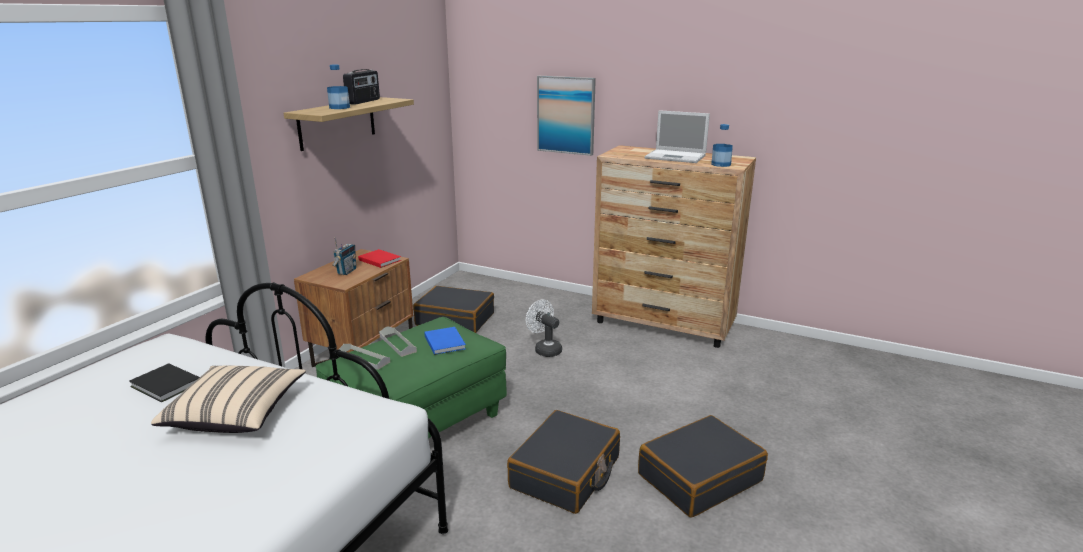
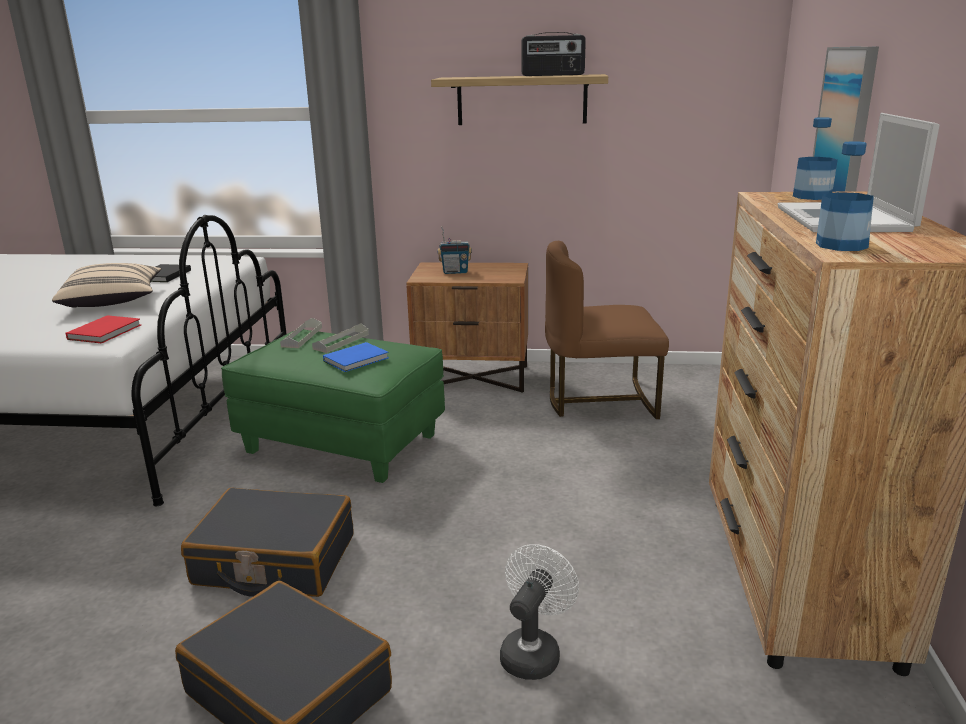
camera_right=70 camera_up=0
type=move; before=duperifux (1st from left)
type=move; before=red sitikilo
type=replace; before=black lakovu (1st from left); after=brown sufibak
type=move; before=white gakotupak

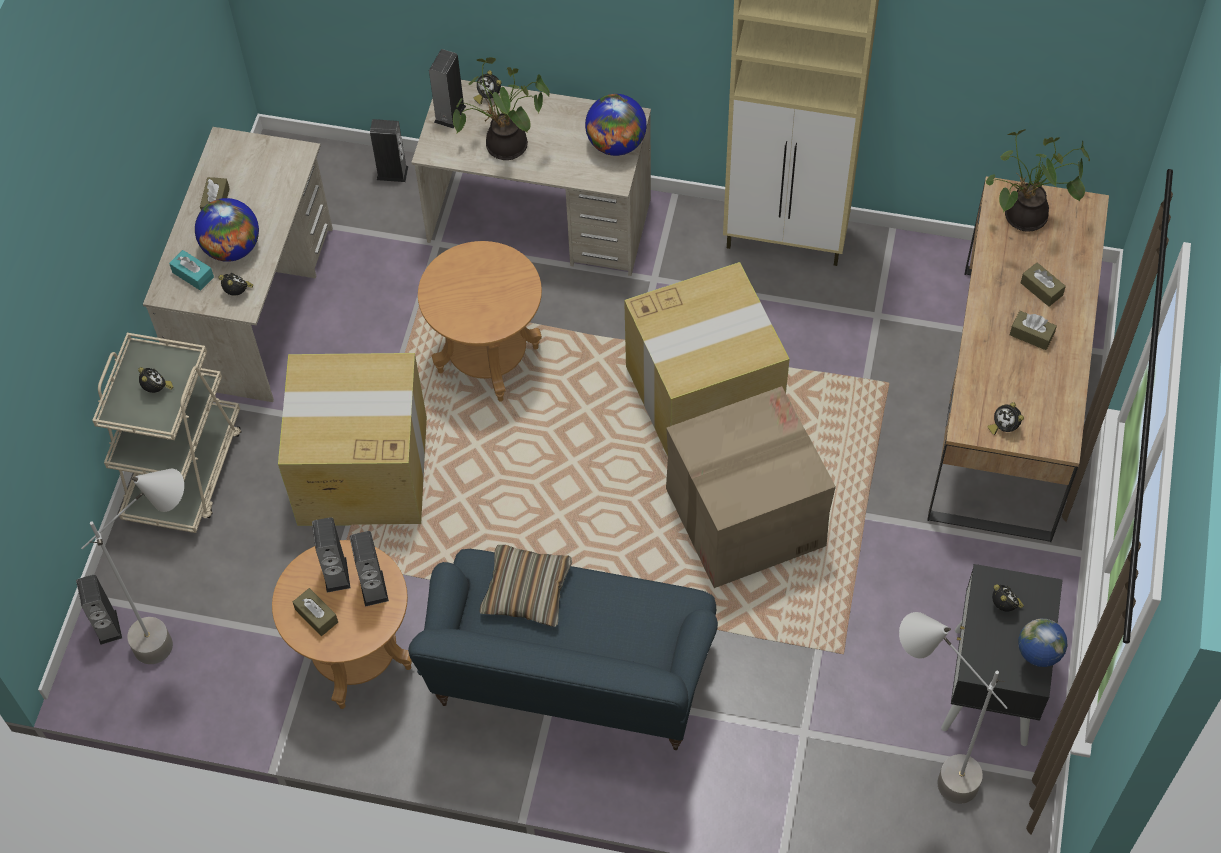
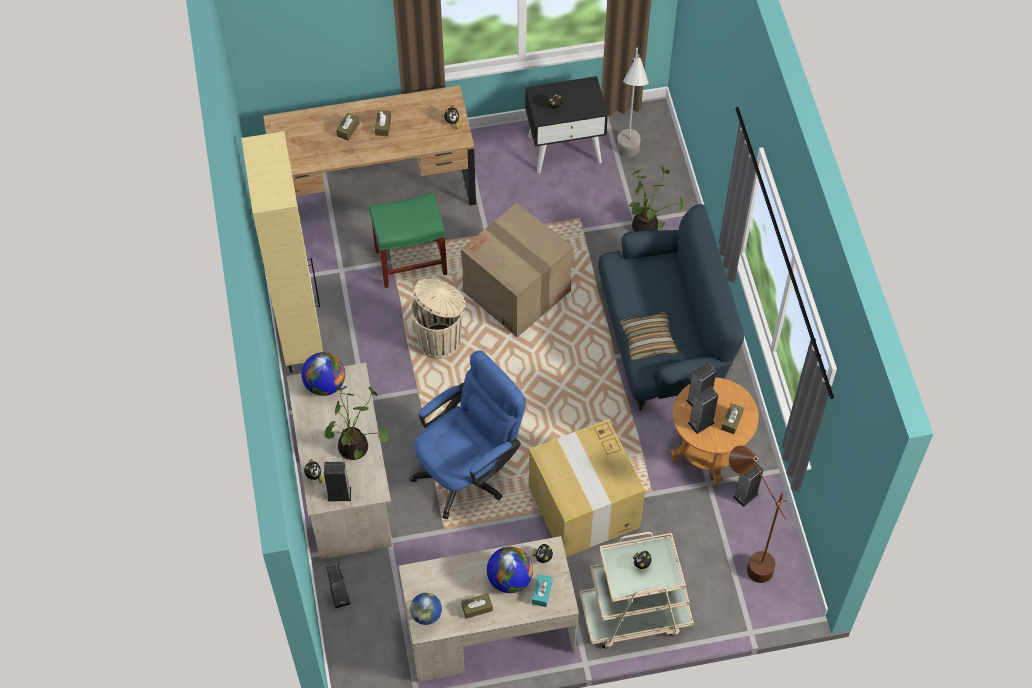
camera_right=-115 camera_up=0
type=move; before=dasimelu (1st from left in the first image); after=dasimelu (5th from left)
type=recolor; before=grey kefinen (1st from left); after=brown kefinen
type=replace; before=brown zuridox (2nd from left); after=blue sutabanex
type=replace; before=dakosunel (2nd from left); after=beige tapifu
type=move; before=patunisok (2nd from left)
type=move; before=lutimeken (3rd from left in the first image); after=lutimeken (2nd from left)
type=insert; after=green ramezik

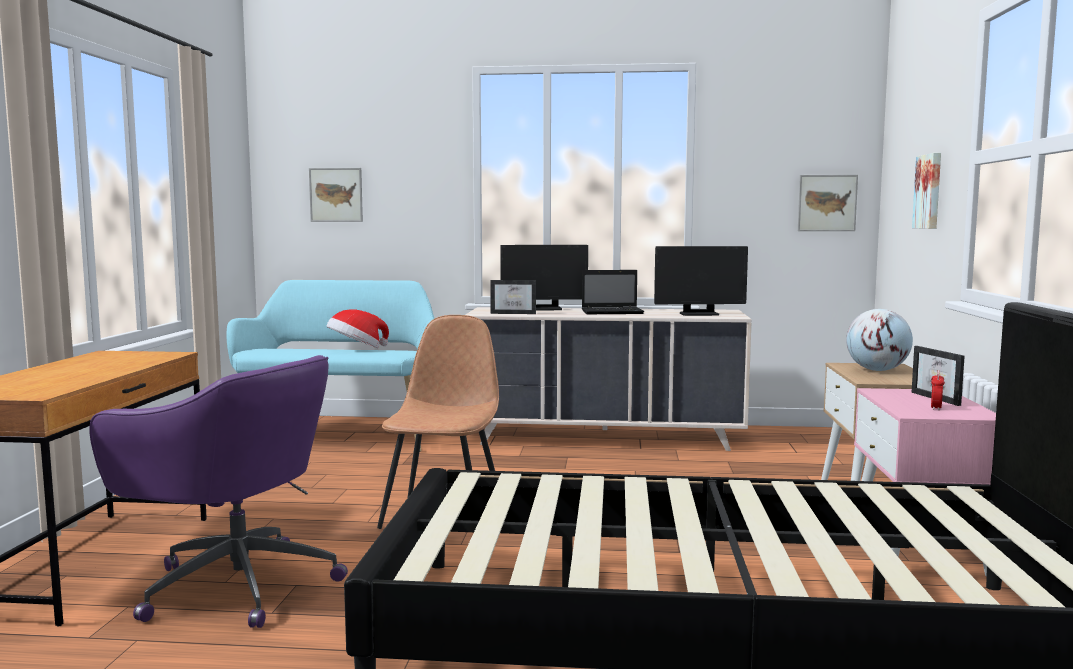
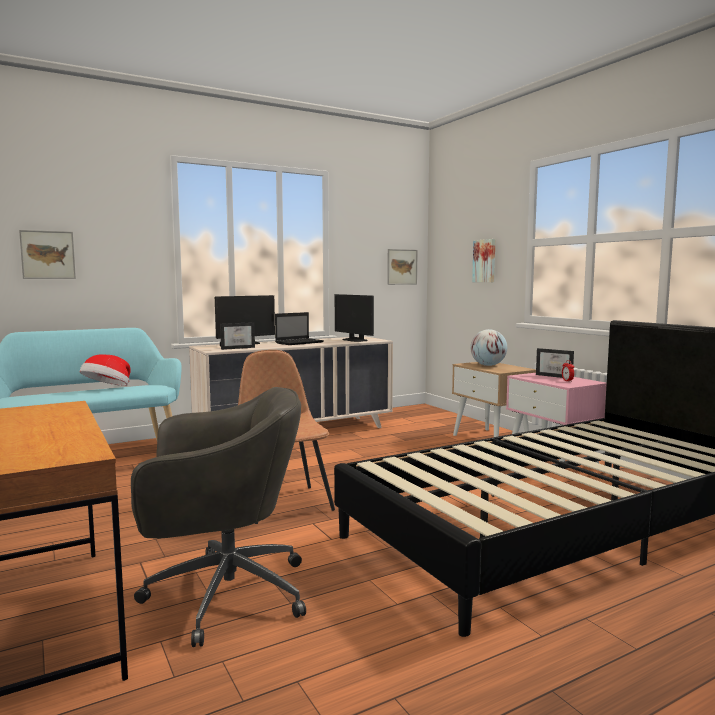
camera_right=-35 camera_up=0
type=recolor; before=purple sutabanex; after=grey sutabanex
type=rotate; before=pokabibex (2nd from left); turn=90

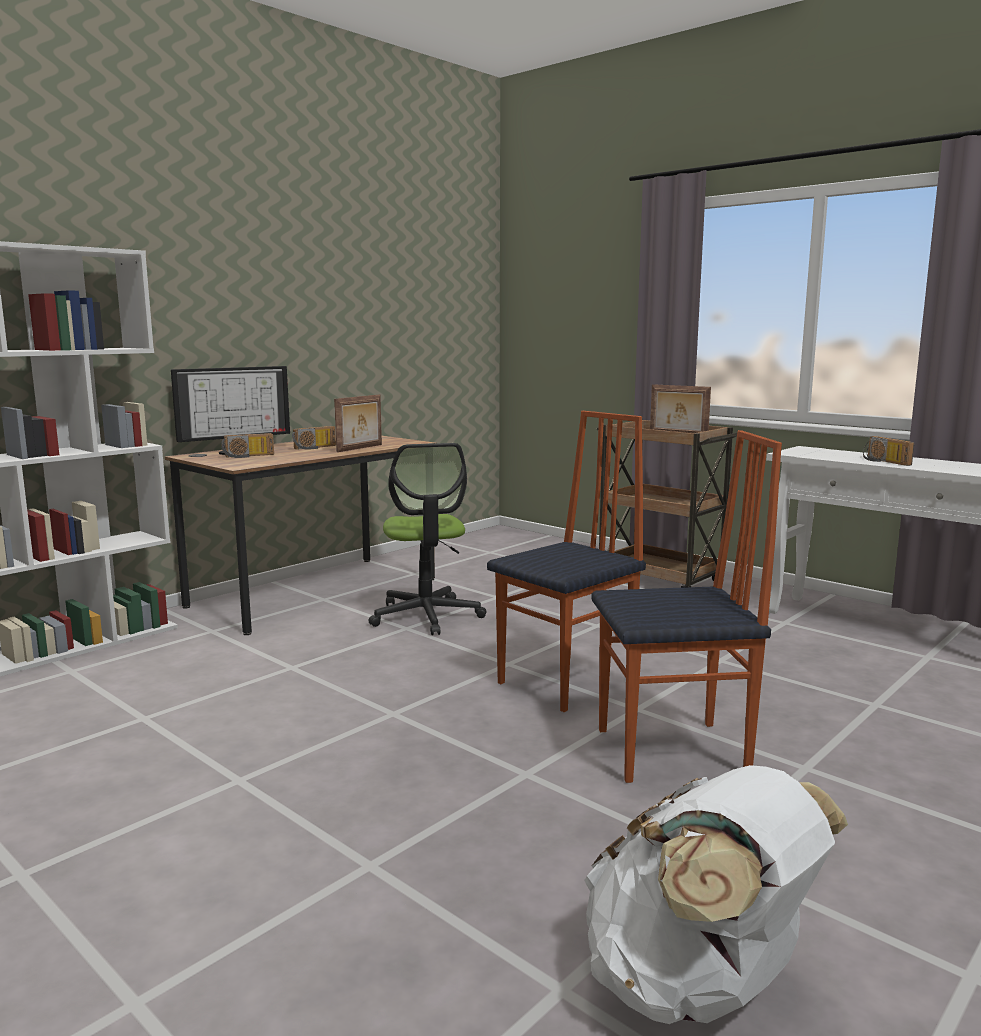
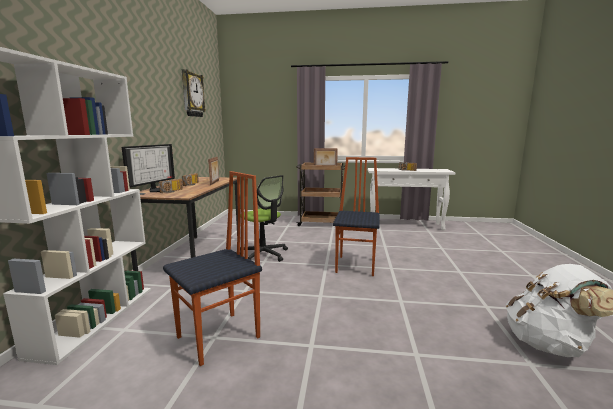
camera_right=-35 camera_up=0
type=move; before=sufibak (2nd from left in the first image); after=sufibak (1st from left)
type=insert; after=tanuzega

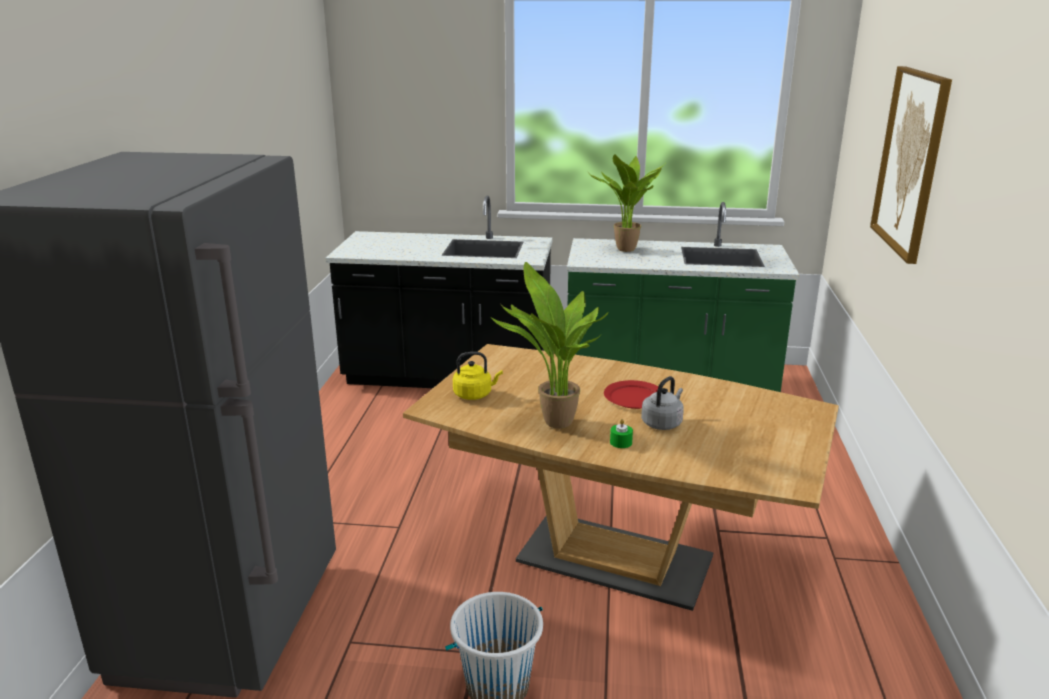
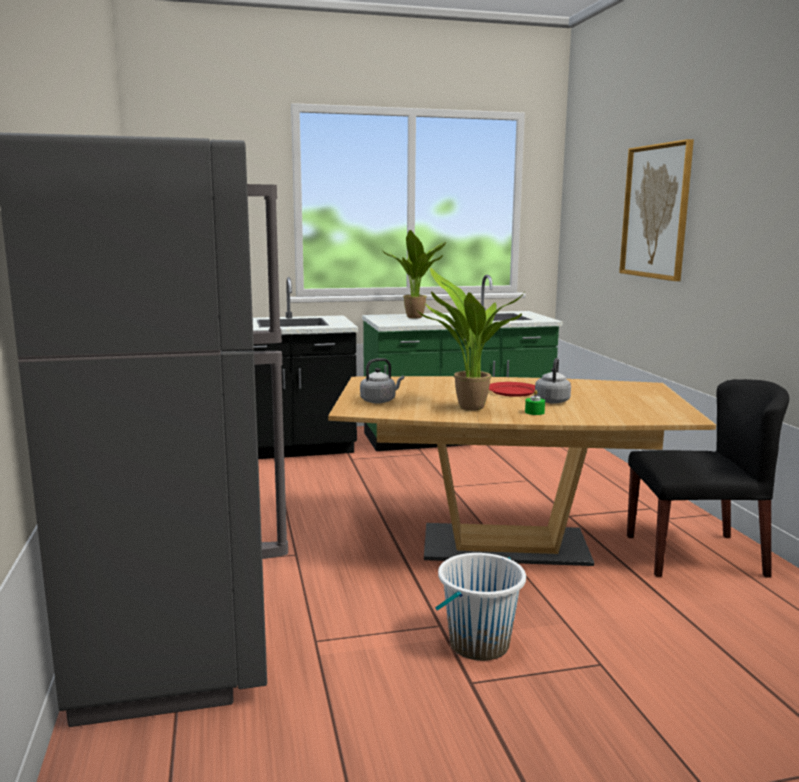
camera_right=-20 camera_up=-10
type=recolor; before=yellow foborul; after=grey foborul (1st from left)
type=insert; after=black sufibak

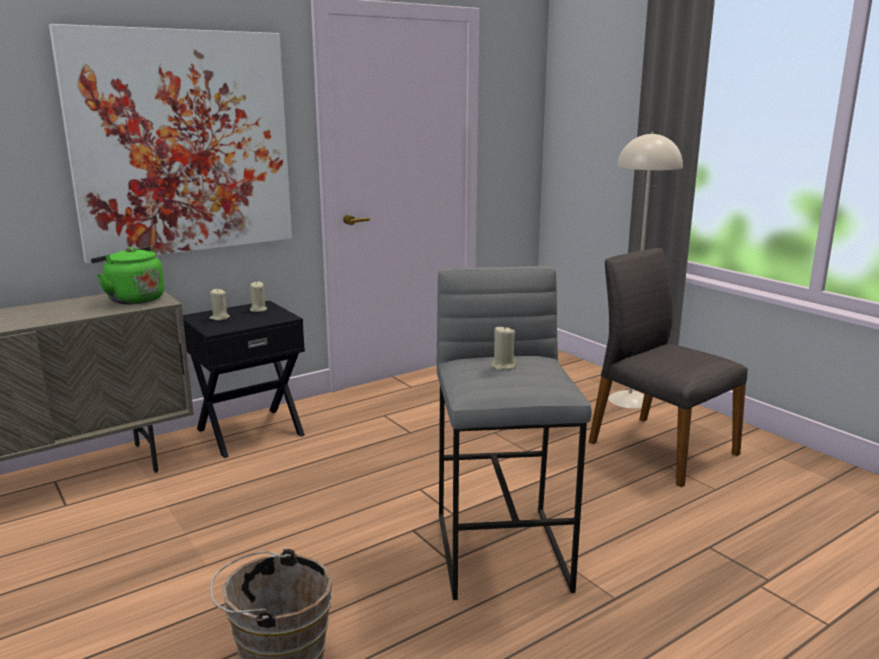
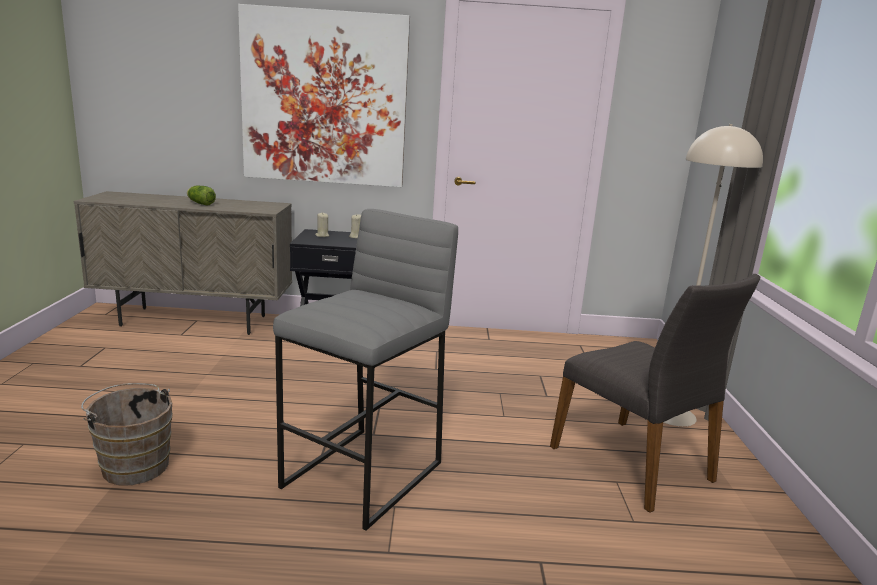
camera_right=35 camera_up=0
type=delete; before=green foborul
type=delete; before=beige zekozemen (3rd from left)
type=rotate; before=grey sufibak; turn=150
type=insert; after=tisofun

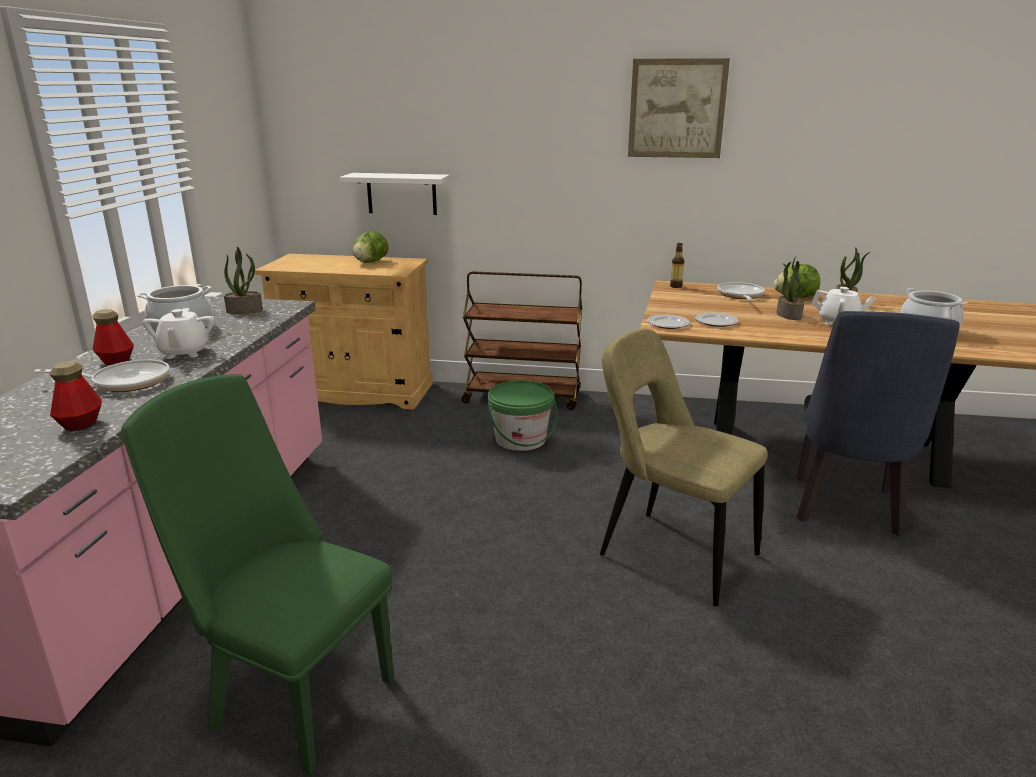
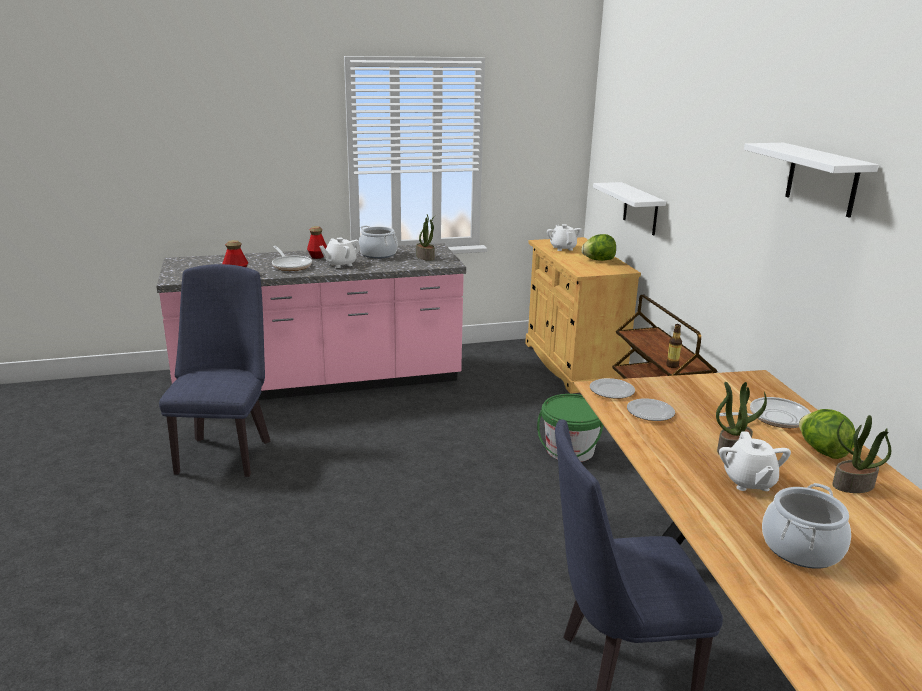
camera_right=65 camera_up=0
type=recolor; before=green sufibak; after=blue sufibak (1st from left)
type=delete; before=beige sufibak
type=replace; before=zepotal; after=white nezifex (2nd from left)
type=move; before=duperifux (3rd from left)
type=insert; after=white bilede (2nd from left)

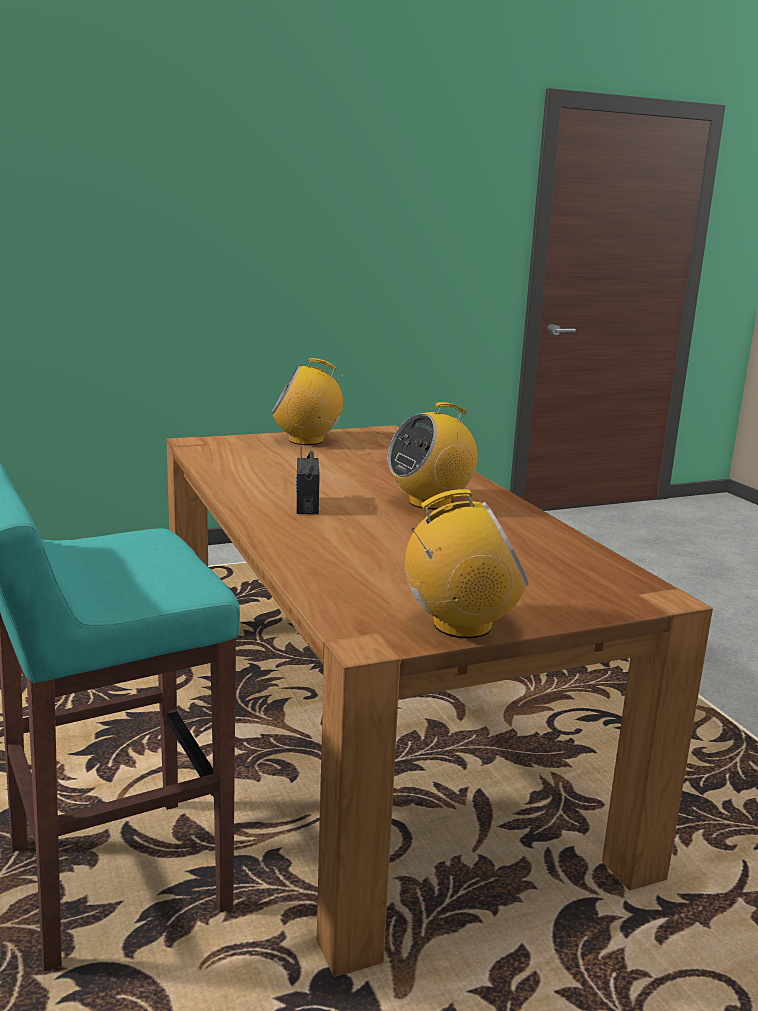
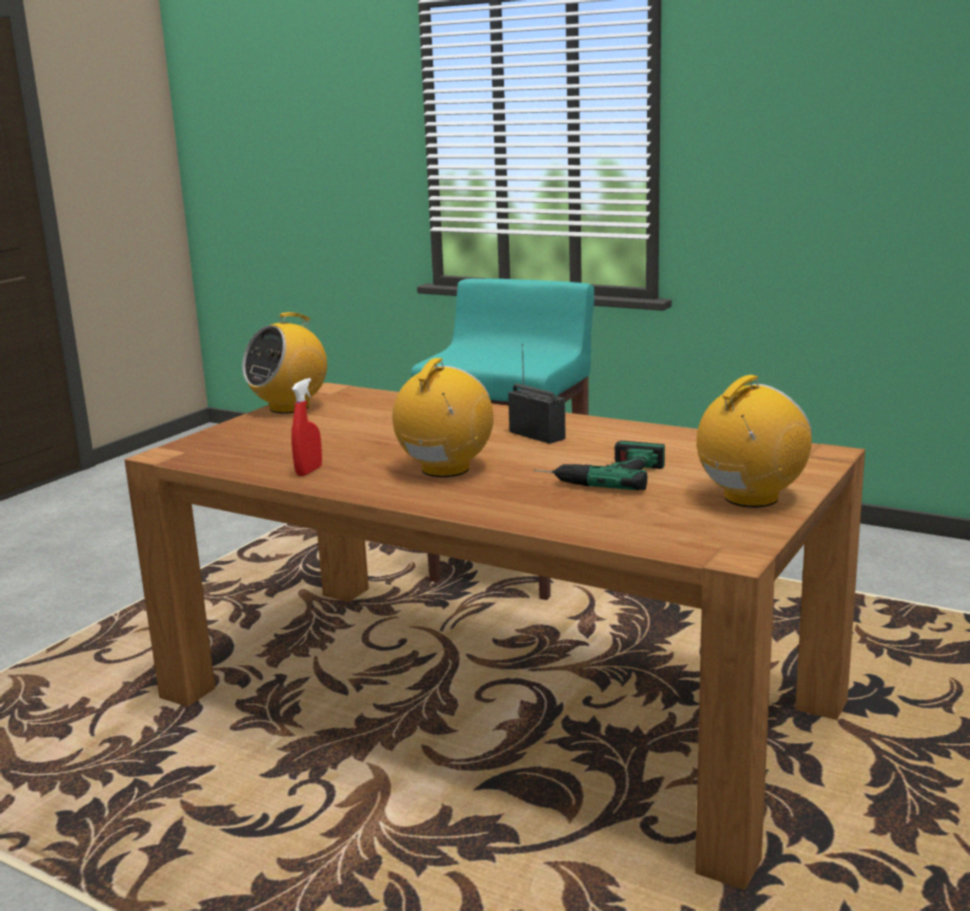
camera_right=145 camera_up=0
type=insert; after=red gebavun
type=insert; after=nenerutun

